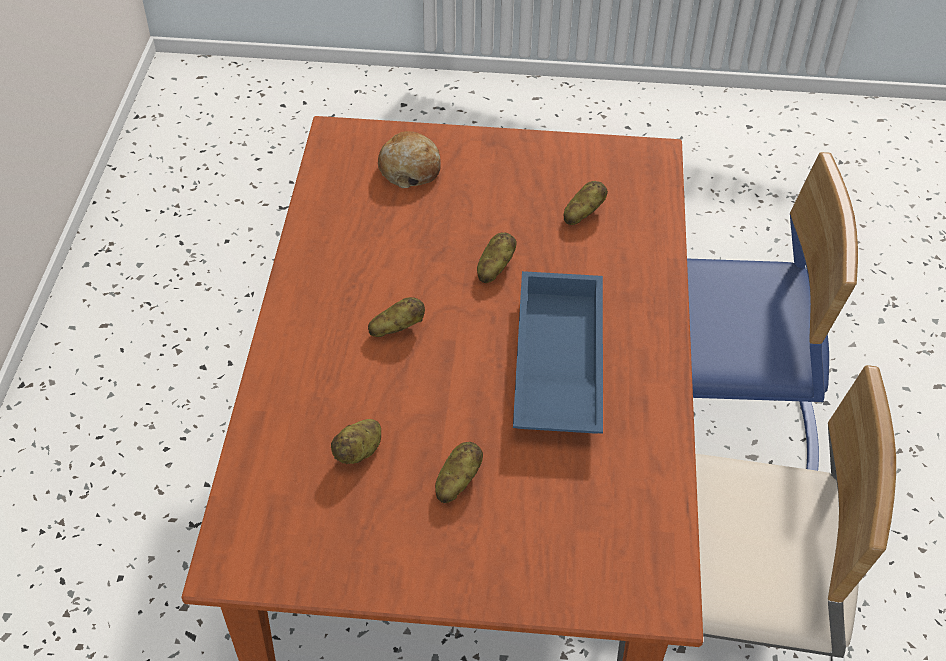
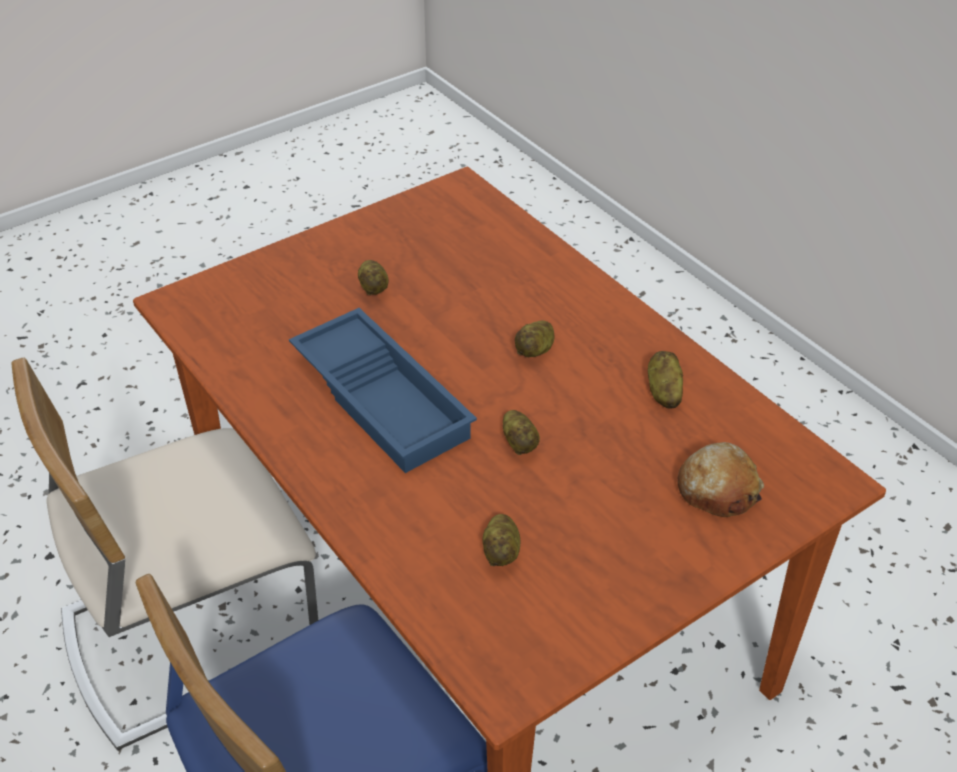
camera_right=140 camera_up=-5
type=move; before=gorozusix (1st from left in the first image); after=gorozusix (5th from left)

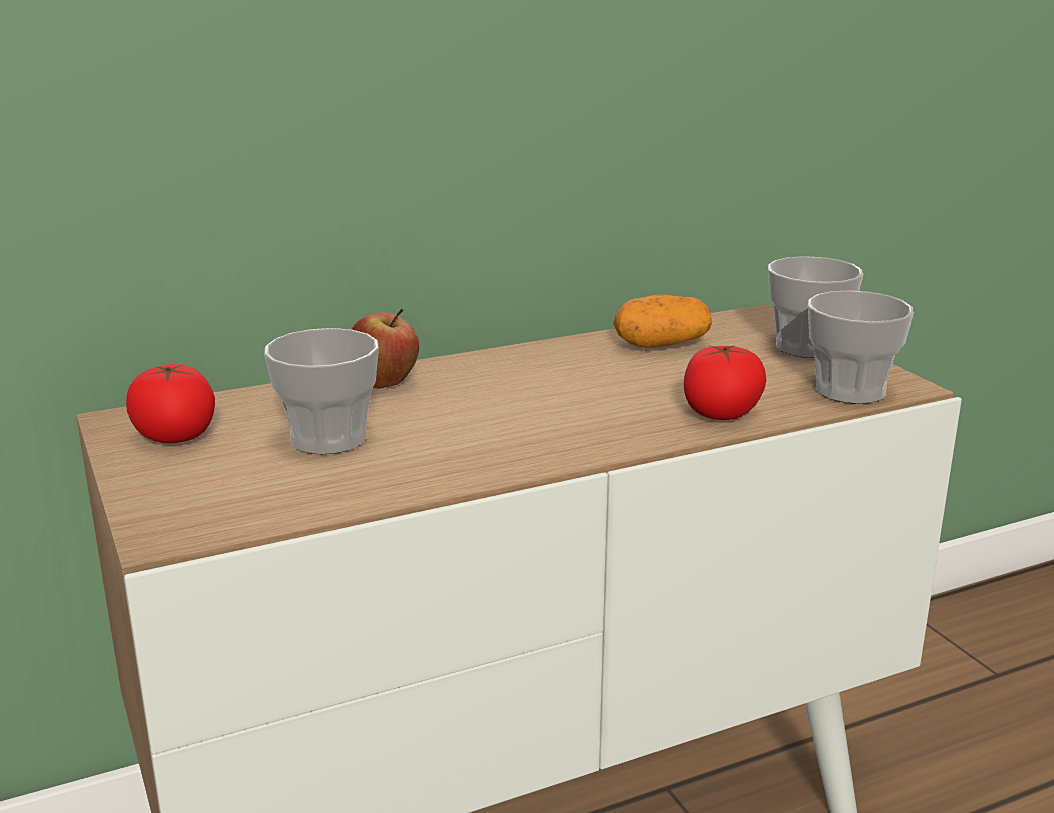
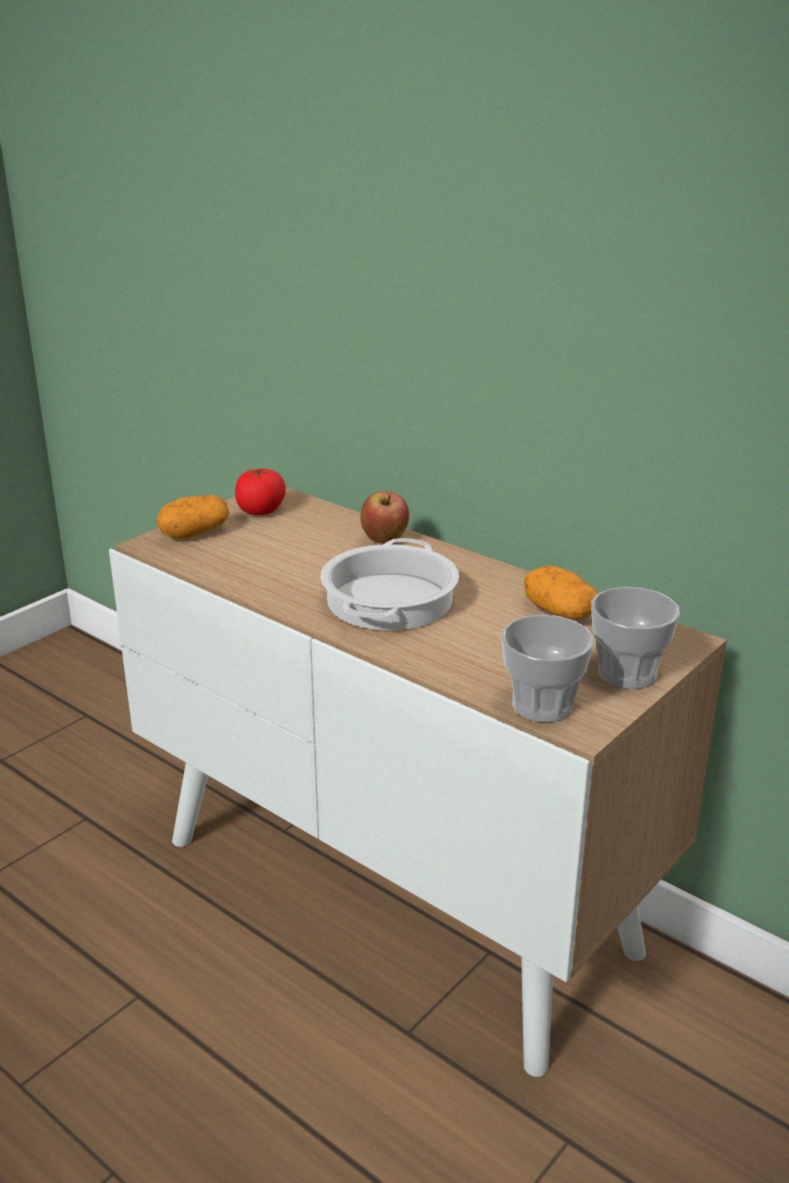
camera_right=65 camera_up=5
type=delete; before=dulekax (1st from left)
type=delete; before=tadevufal (2nd from left)
type=insert; after=gorozusix (1st from left)
type=insert; after=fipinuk

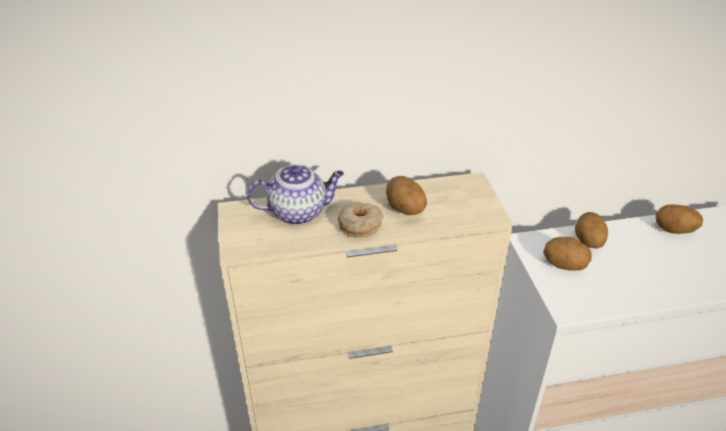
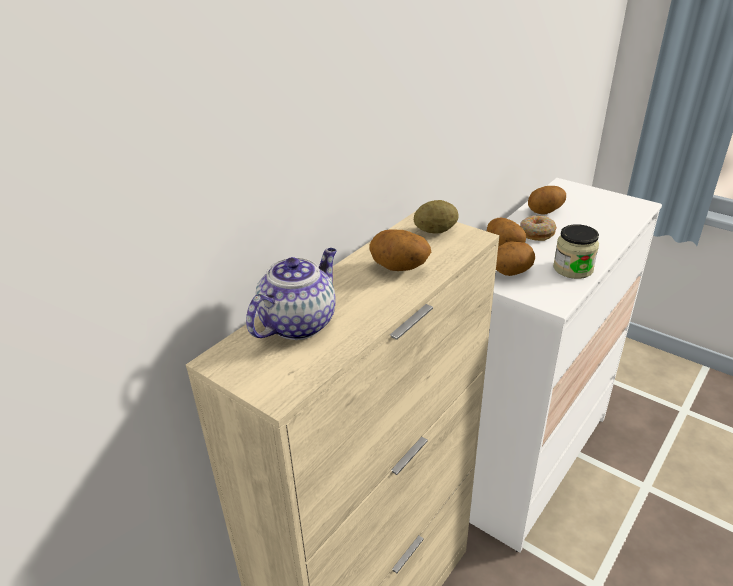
camera_right=-40 camera_up=-5
type=move; before=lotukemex
type=insert; after=gorozusix (2nd from left)
type=insert; after=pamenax

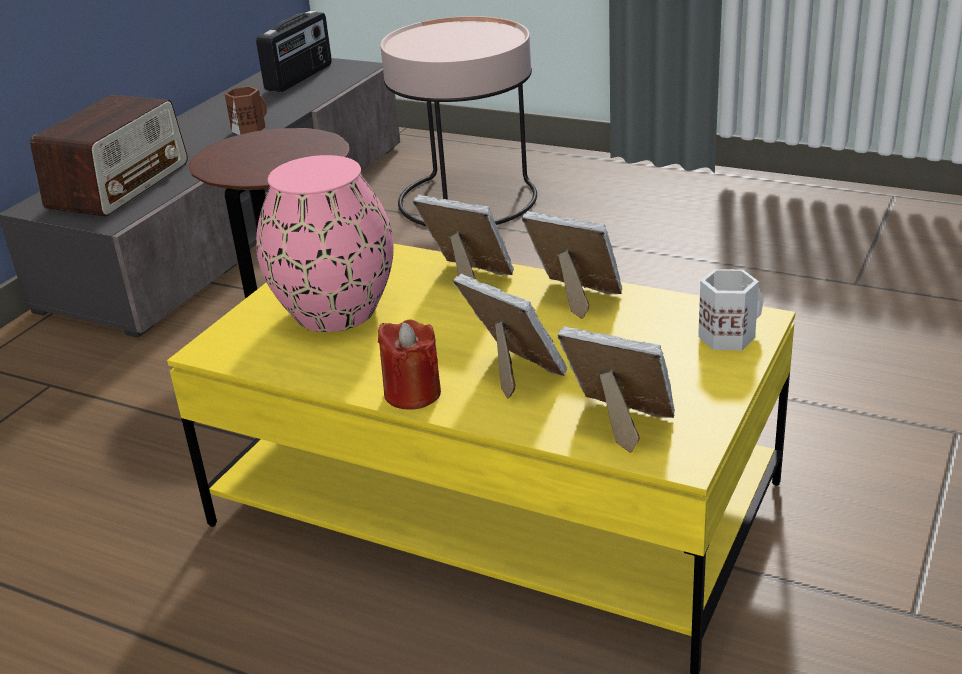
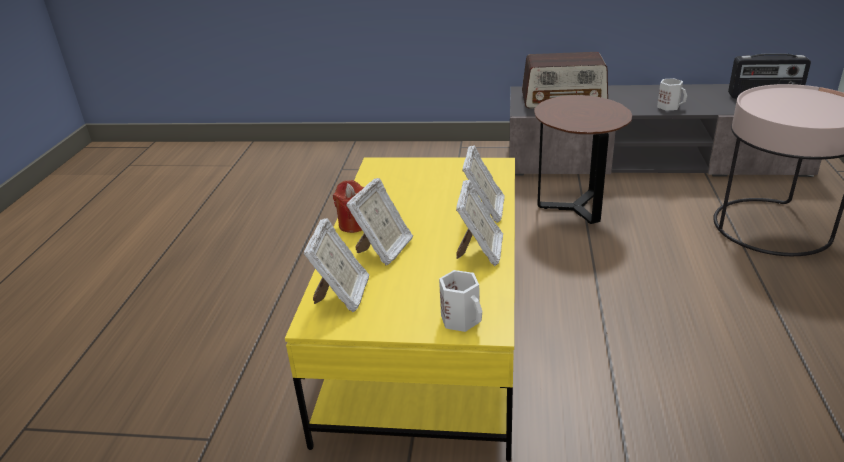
camera_right=70 camera_up=0
type=recolor; before=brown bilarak; after=white bilarak (2nd from left)
type=delete; before=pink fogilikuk

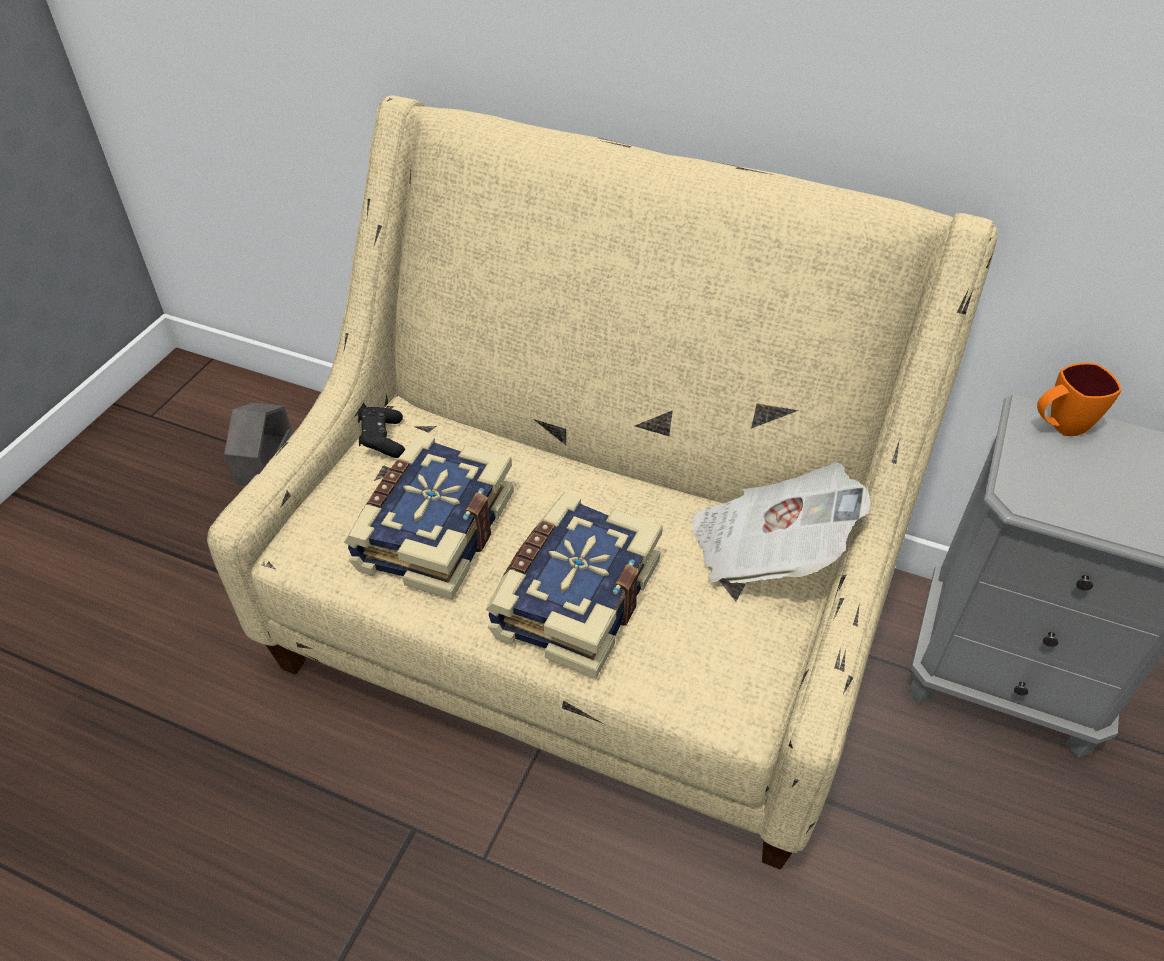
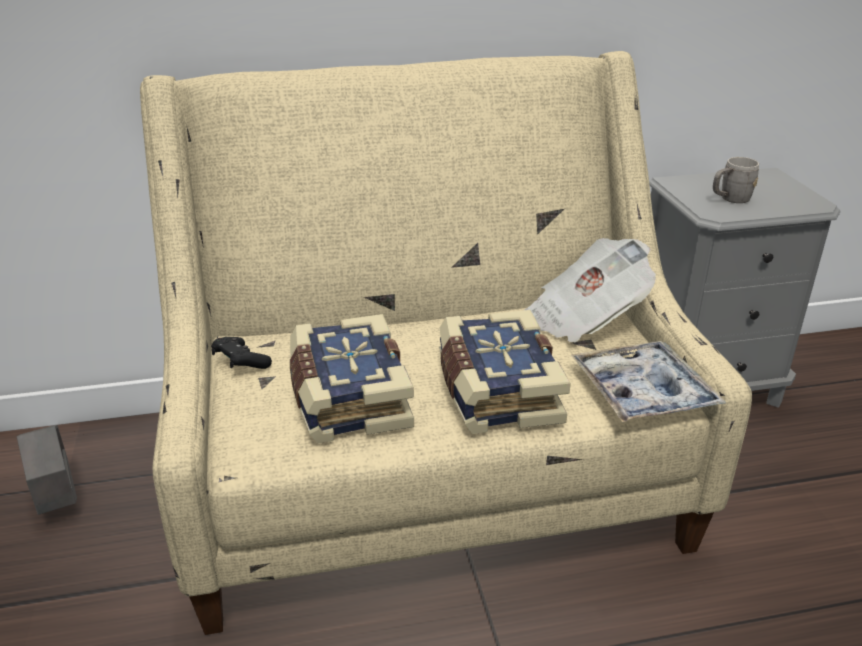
camera_right=-35 camera_up=-15
type=delete; before=orange bilarak
type=insert; after=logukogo
type=insert; after=grey bilarak

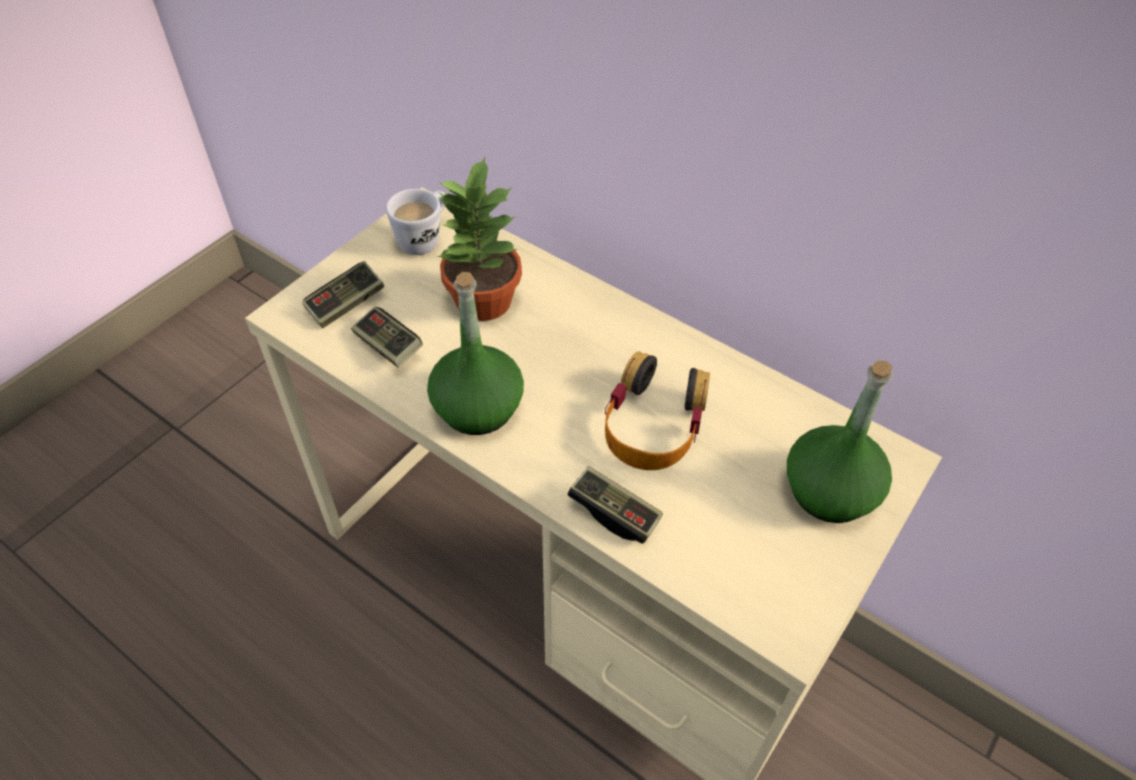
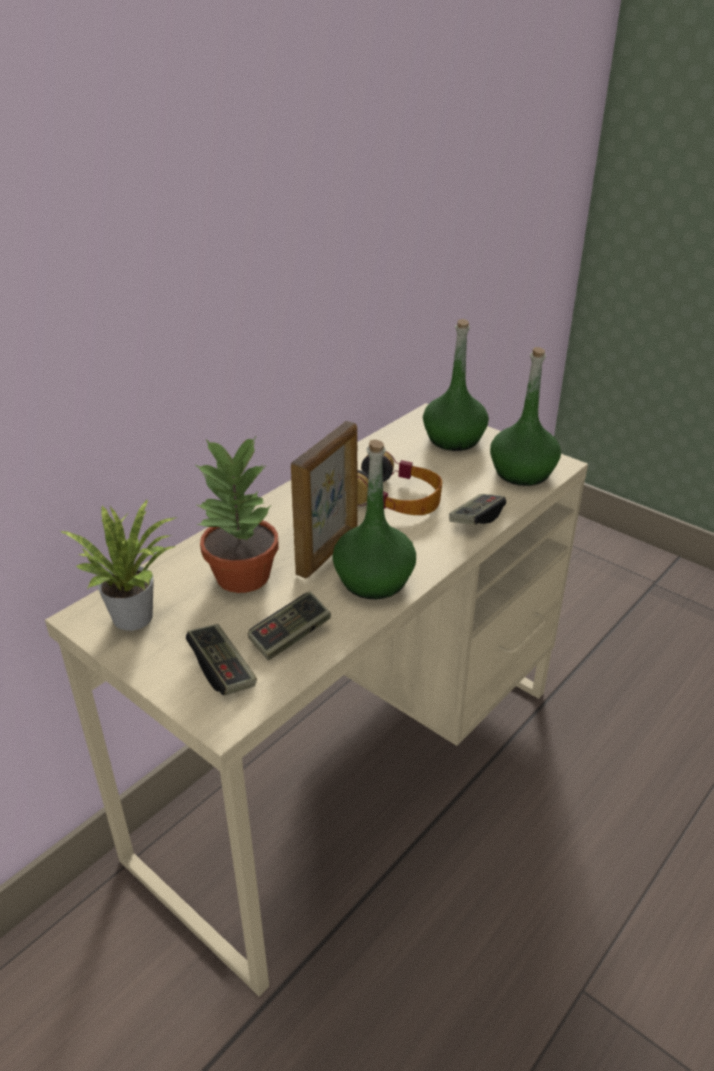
camera_right=-85 camera_up=-15
type=replace; before=white bilarak; after=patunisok (1st from left)
type=insert; after=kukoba
type=insert; after=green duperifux (3rd from left)

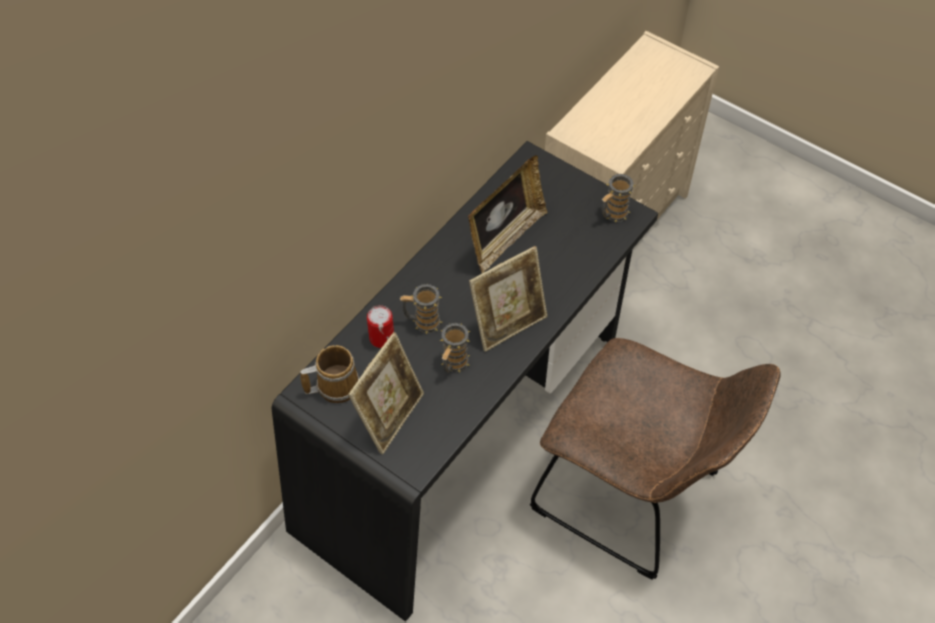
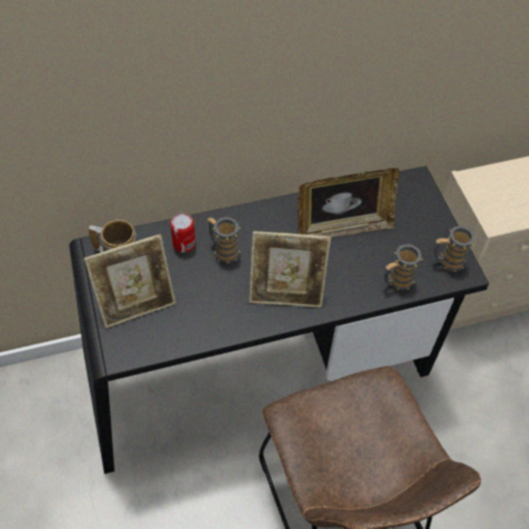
camera_right=35 camera_up=0
type=move; before=bilarak (3rd from left)

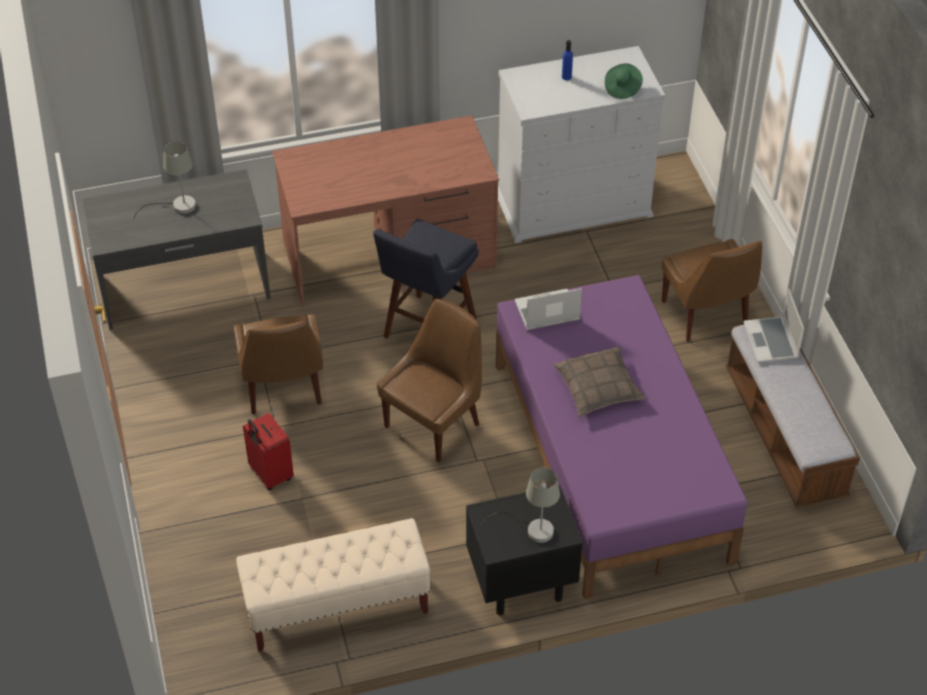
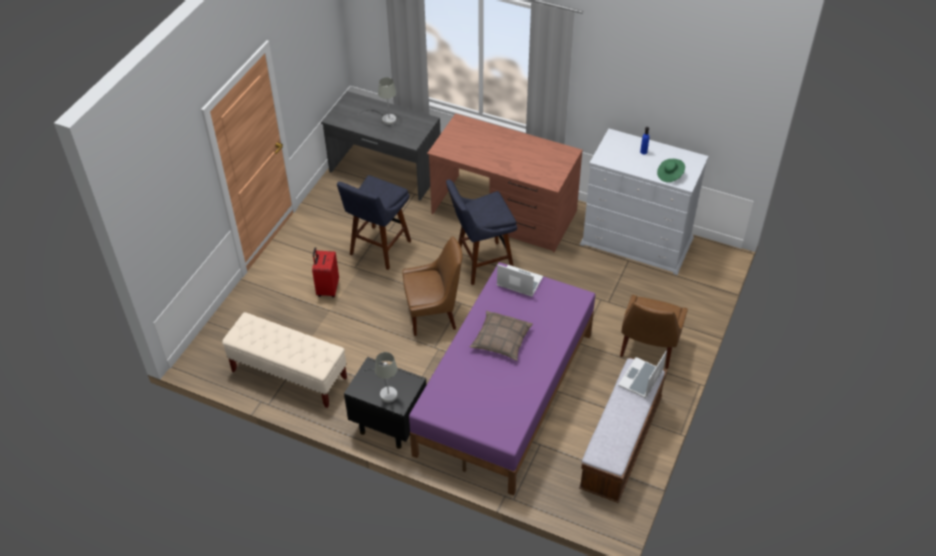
camera_right=40 camera_up=0
type=replace; before=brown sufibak (1st from left); after=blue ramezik (1st from left)

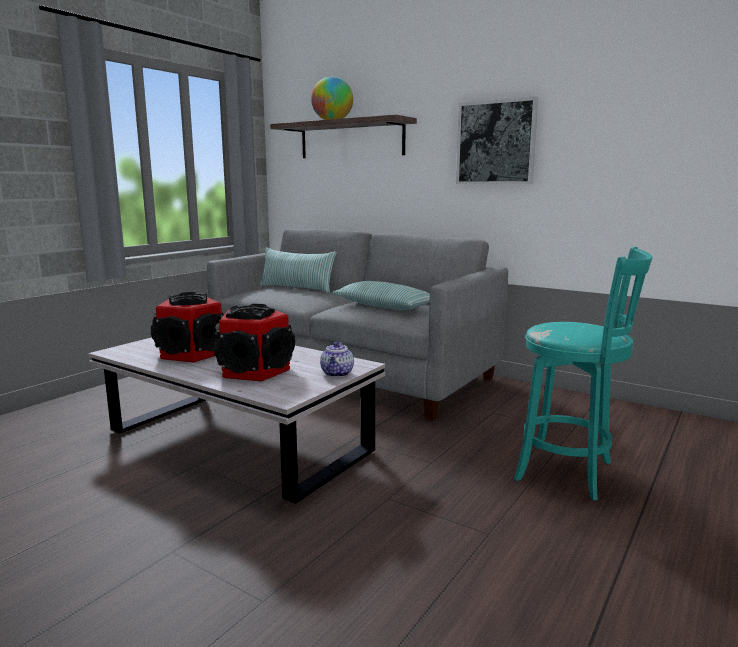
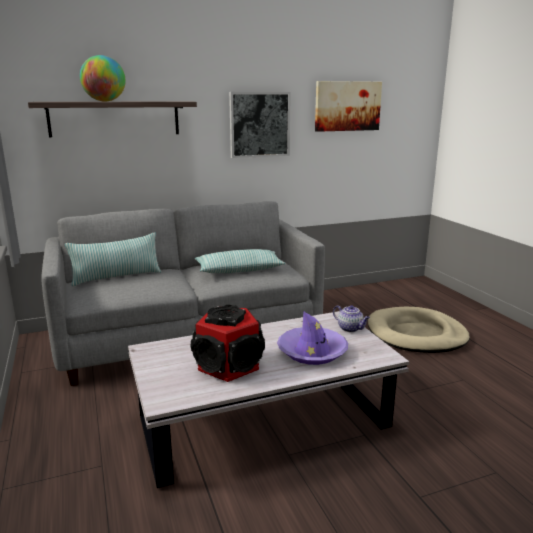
camera_right=-55 camera_up=5
type=replace; before=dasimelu (2nd from left); after=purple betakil
type=replace; before=turquoise ramezik; after=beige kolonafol
type=insert; after=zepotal (2nd from left)

